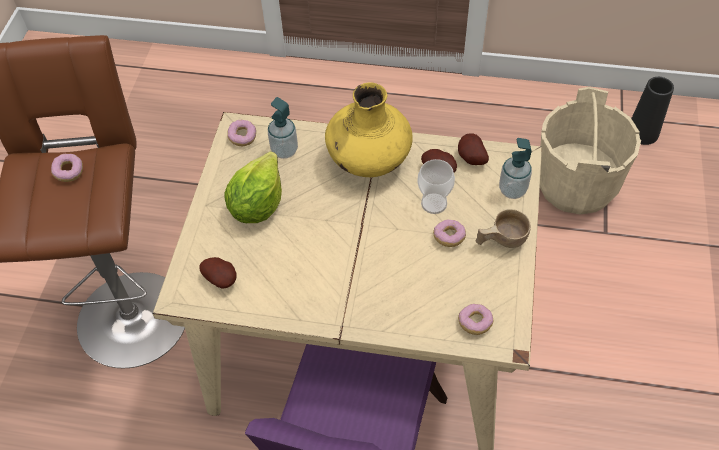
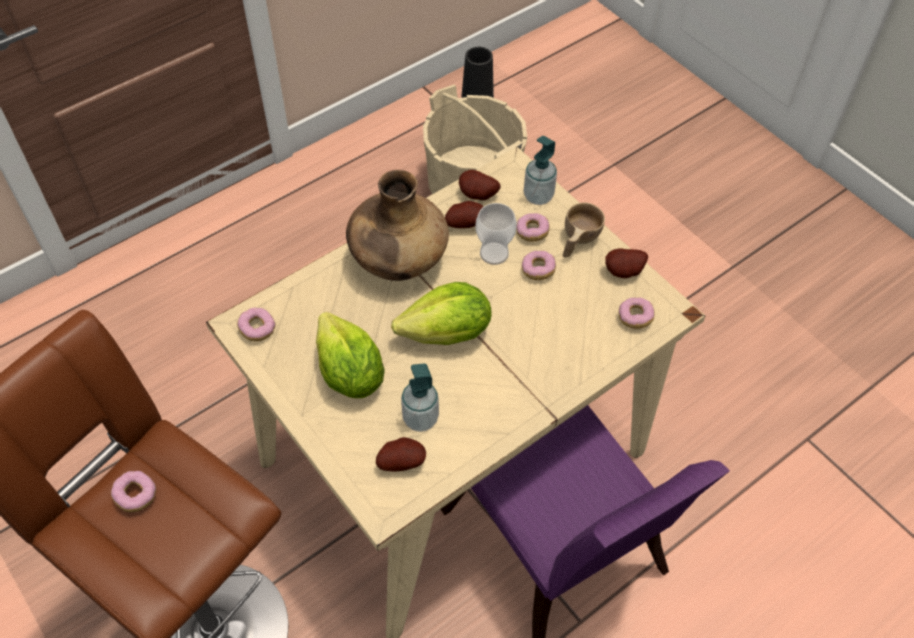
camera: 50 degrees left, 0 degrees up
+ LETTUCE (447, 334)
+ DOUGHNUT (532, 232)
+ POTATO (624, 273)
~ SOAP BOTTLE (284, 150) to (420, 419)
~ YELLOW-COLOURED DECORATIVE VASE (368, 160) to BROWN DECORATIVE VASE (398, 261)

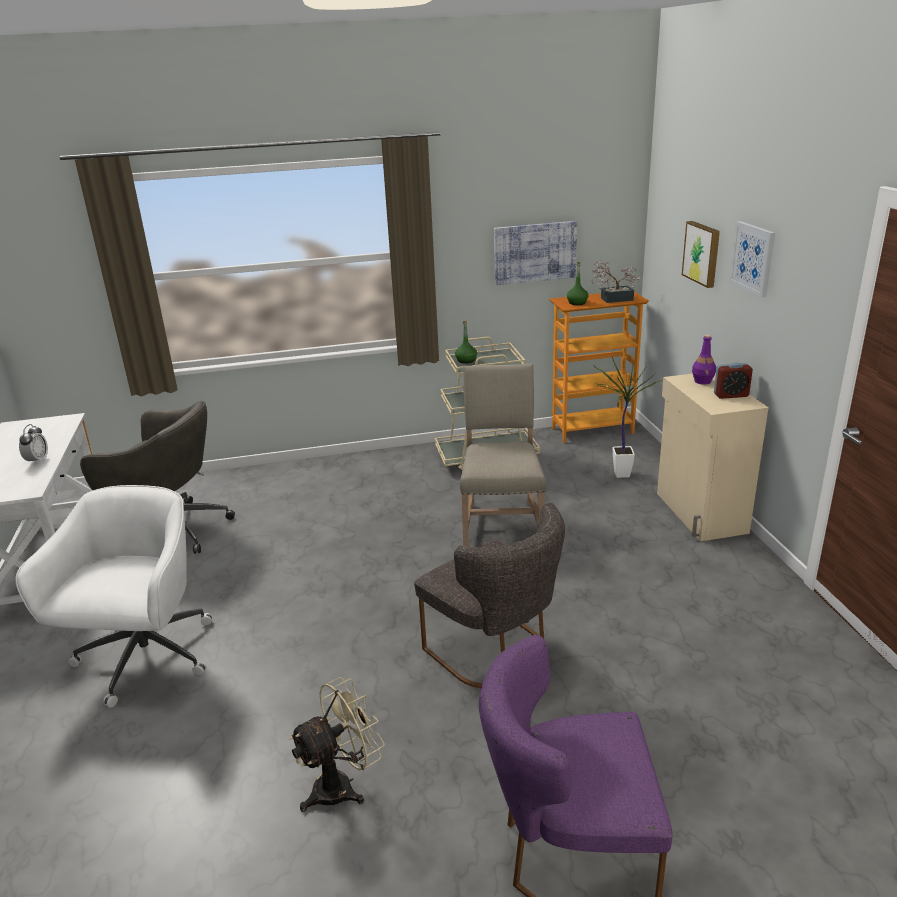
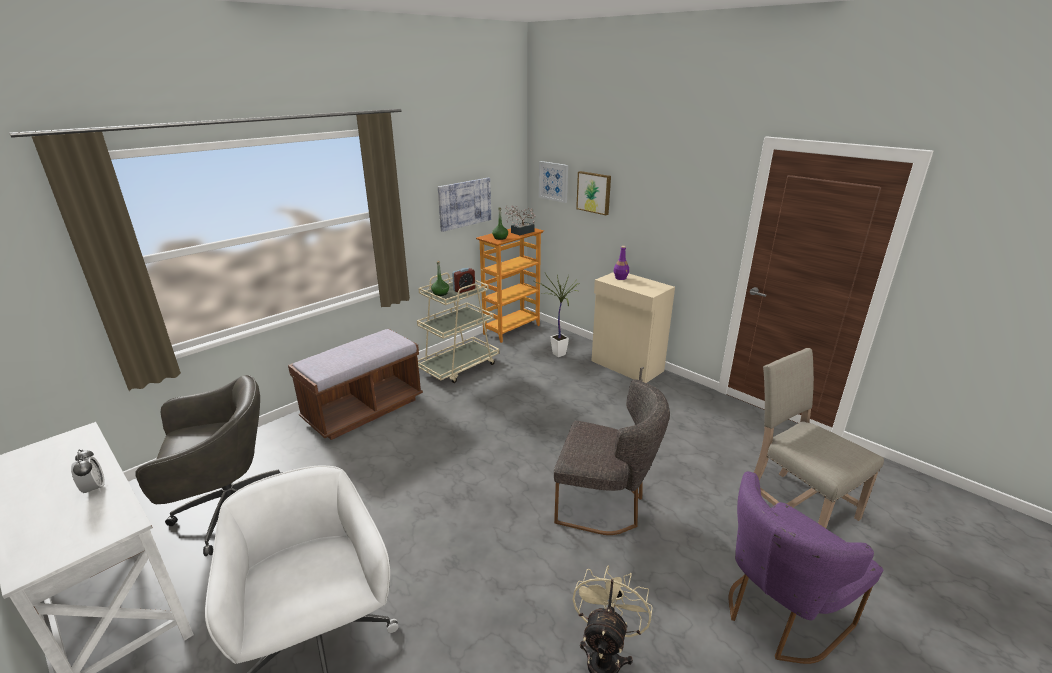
camera: 35 degrees left, 0 degrees up
+ BROWN INDOOR BENCH (364, 410)
~ SAND-COLOURED CHAIR (501, 523) to (795, 506)
~ ALARM CLOCK (731, 395) to (464, 290)
~ WALL ART (753, 258) to (553, 181)

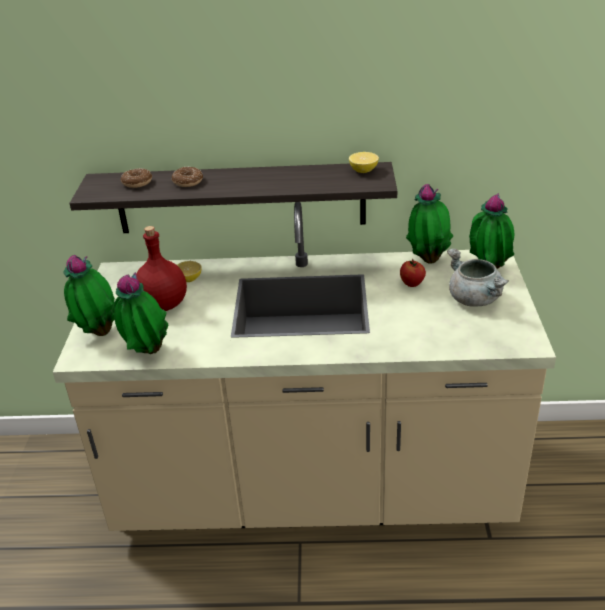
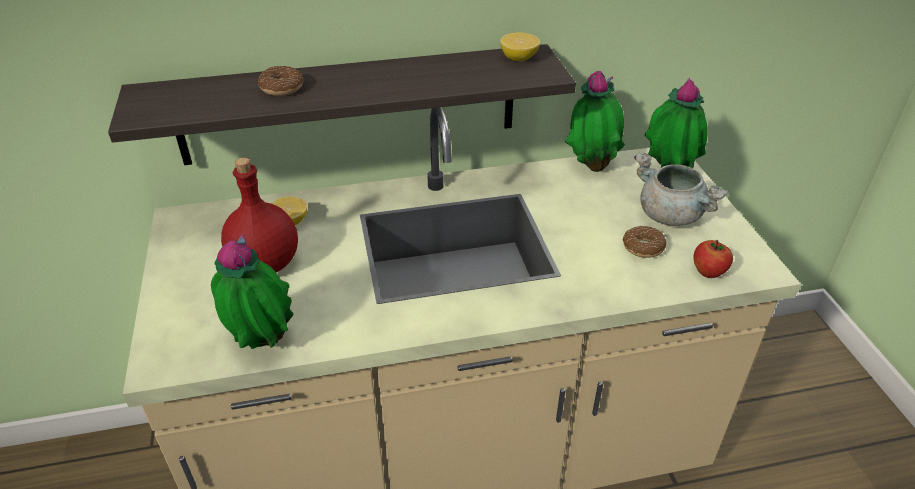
camera: 15 degrees left, 5 degrees up
- HOUSEPLANT (98, 332)
~ DOUGHNUT (137, 183) to (643, 247)
~ WHOLE APPLE (412, 284) to (708, 272)

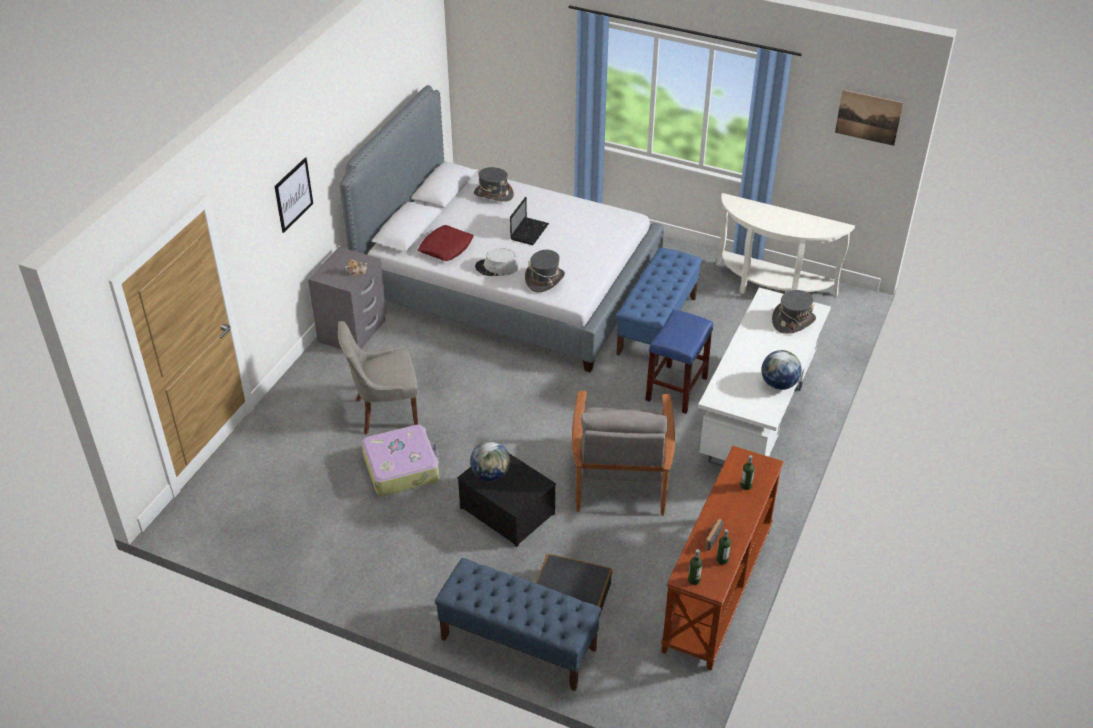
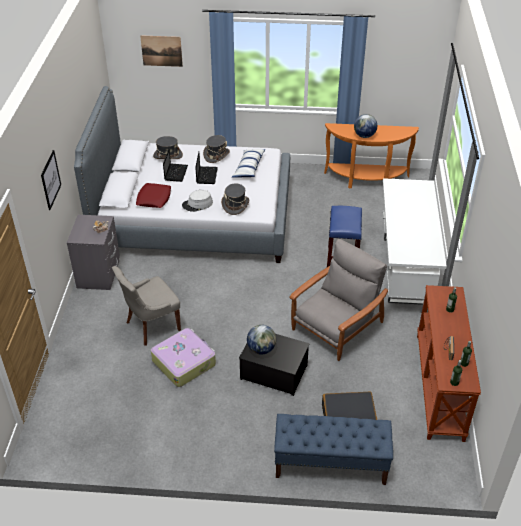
camera: 20 degrees left, 0 degrees up
- BLUE INDOOR BENCH (657, 325)
+ LAPTOP (176, 172)
+ THROW PILLOW (249, 168)
~ WORLD GLOBE (778, 384) to (364, 136)
~ GREY CLOTHING HAT (793, 321) to (216, 155)
~ WALL ART (868, 117) to (161, 51)
~ WHITE HALL TABLE (771, 288) to ORANGE HALL TABLE (366, 180)
~ GREY EASY CHAIR (620, 475) = (336, 326) 120 degrees counterclockwise

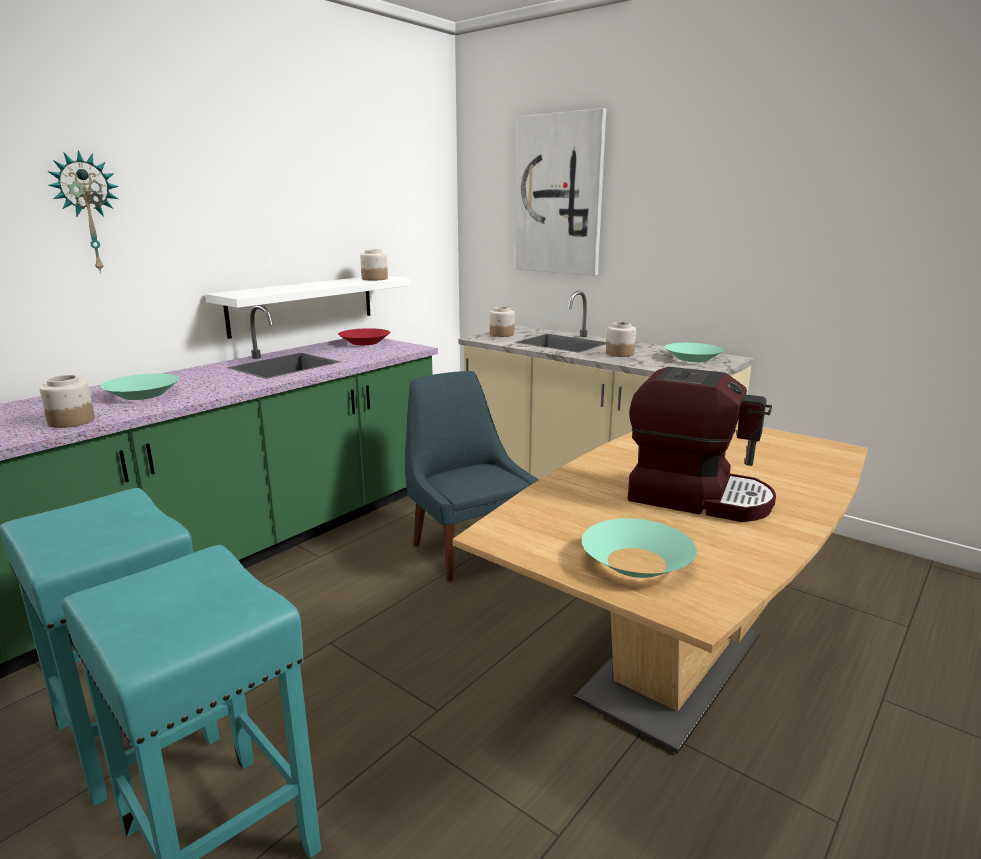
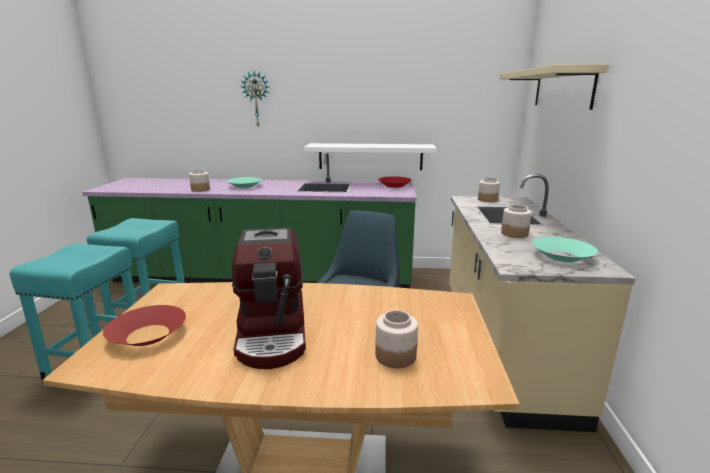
camera: 55 degrees right, 0 degrees up
~ STORAGE JAR (374, 279) to (395, 356)
~ WALL ART (559, 195) to SAND-COLOURED SHELF (562, 88)
~ TURQUOISE SERVING BOWL (637, 562) to RED-COLOURED SERVING BOWL (148, 335)

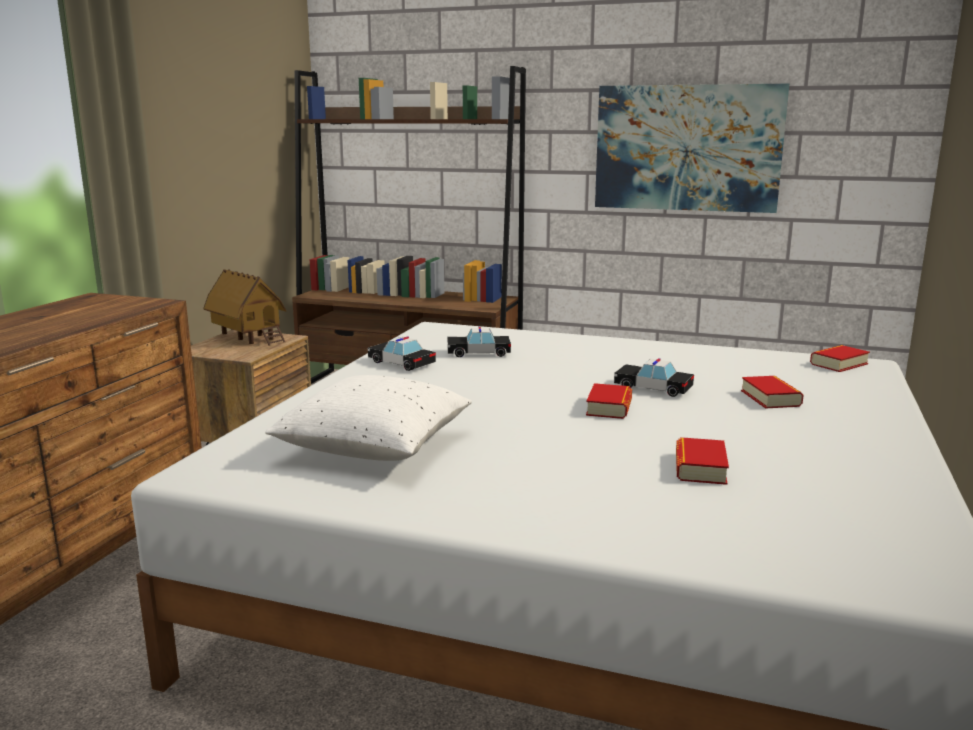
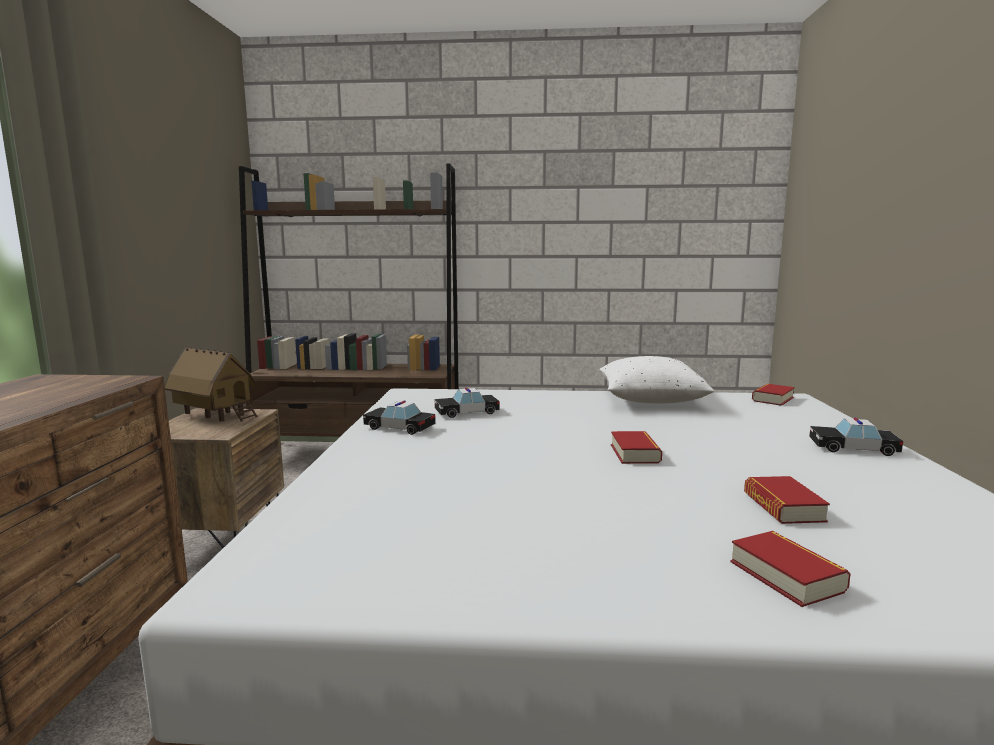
camera: 15 degrees left, 5 degrees down
- WALL ART (687, 148)
~ WHITE THROW PILLOW (375, 447) to (651, 400)
~ MINIATURE CAR (653, 388) to (853, 448)
~ BOOK (770, 398) to (786, 576)

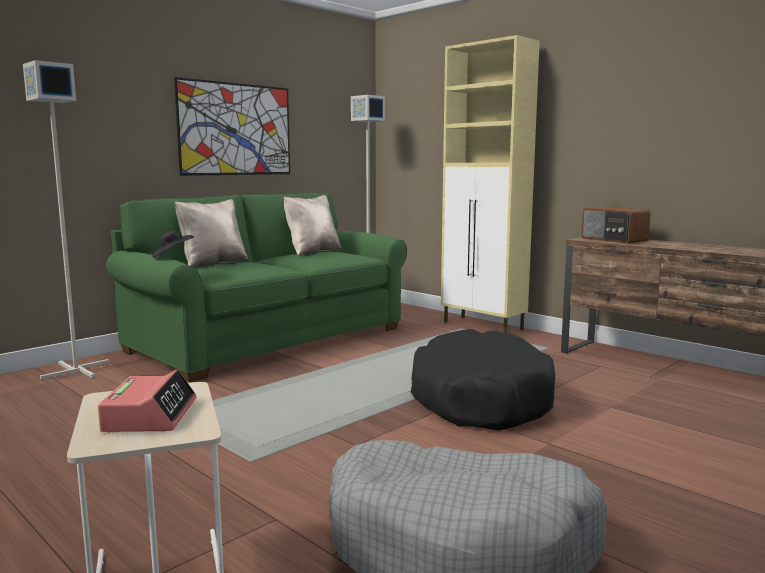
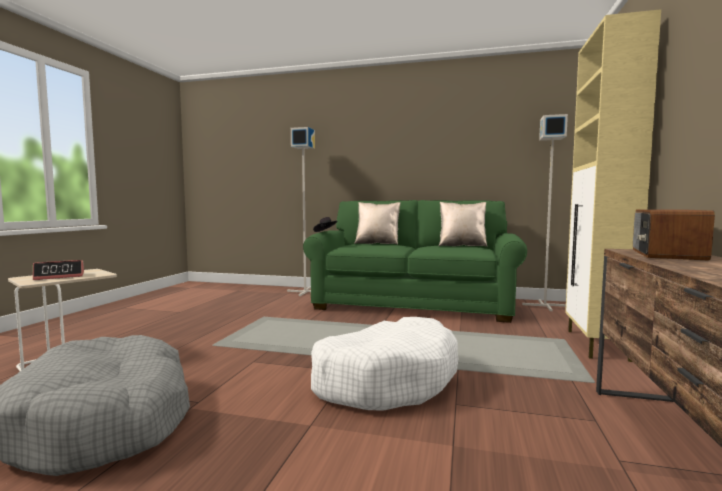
camera: 60 degrees right, 5 degrees down
- WALL ART (236, 129)
~ BLACK-COLOURED DOG BED (479, 399) to WHITE DOG BED (385, 379)

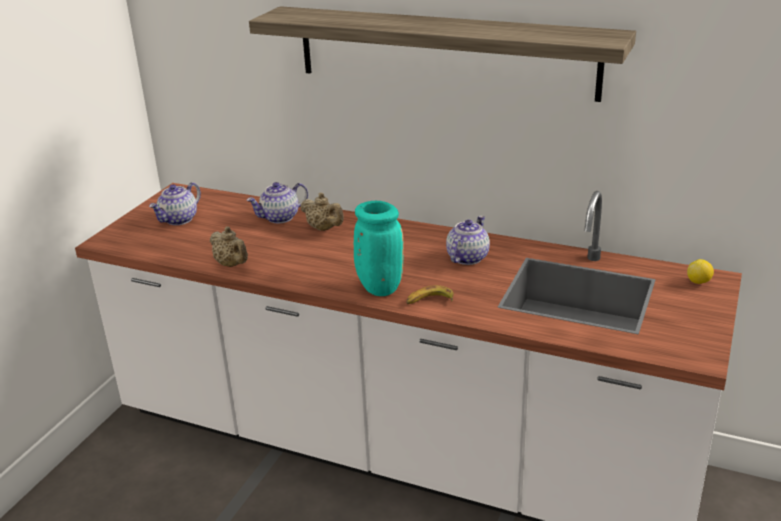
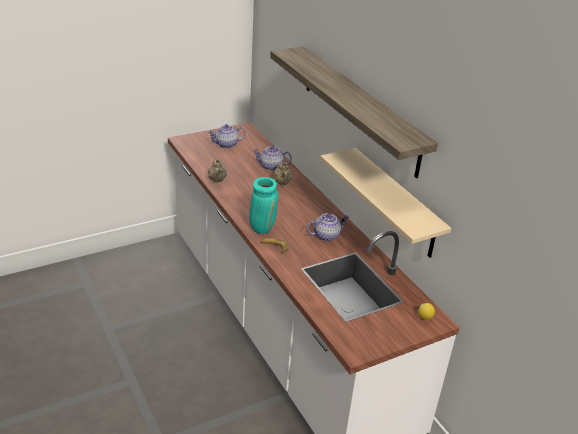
camera: 35 degrees right, 5 degrees up
+ SAND-COLOURED SHELF (396, 204)

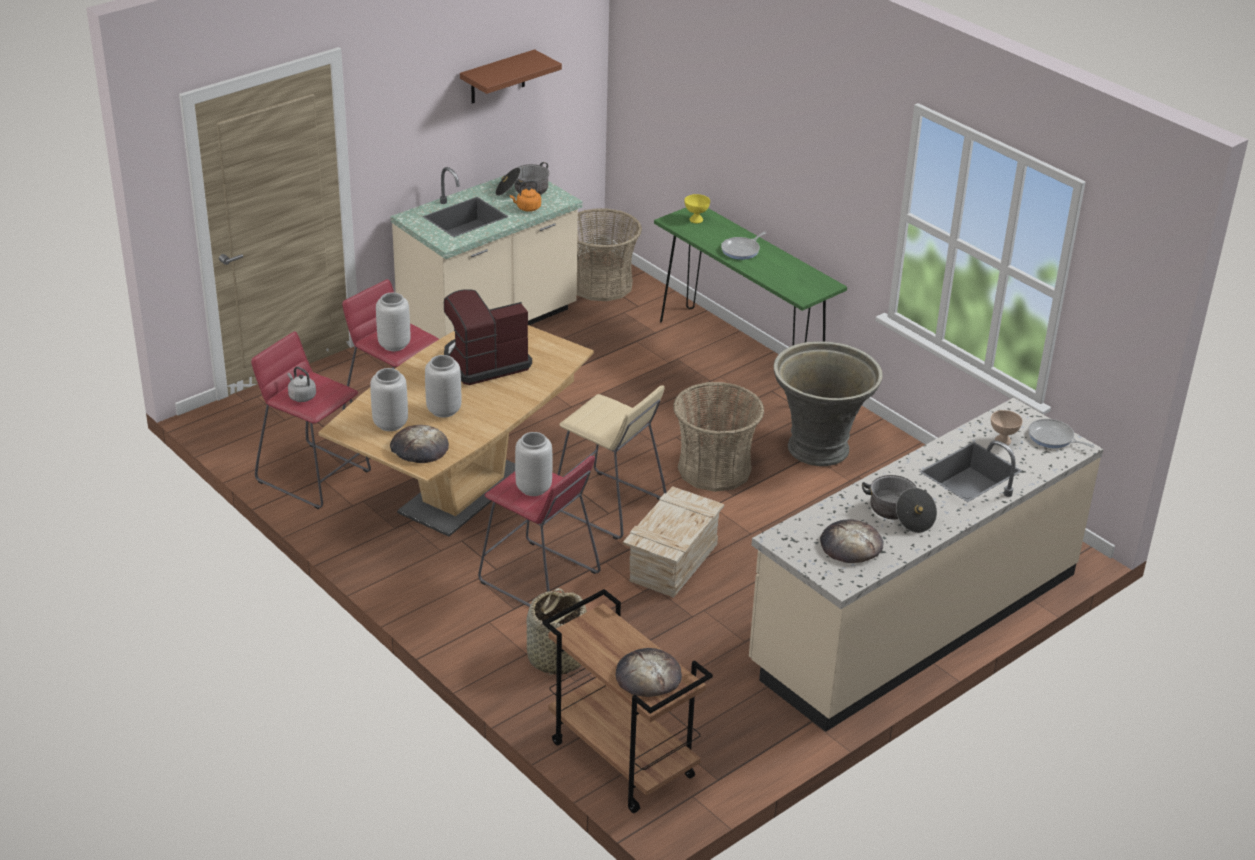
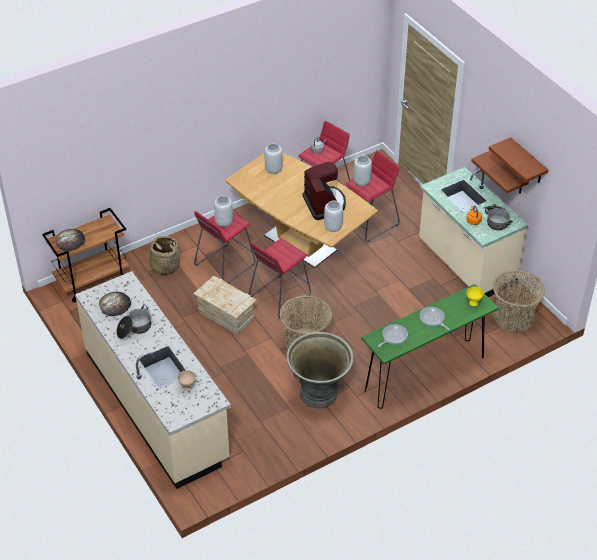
camera: 100 degrees right, 10 degrees up
- BAKED BREAD (419, 448)
+ BROWN SHELF (509, 173)
~ GREY DECORATIVE VASE (443, 410) to (333, 227)
~ PAN (1053, 438) to (393, 337)
~ SAND-COLOURED STOOL SEAT (608, 505) to RED-COLOURED STOOL SEAT (279, 296)

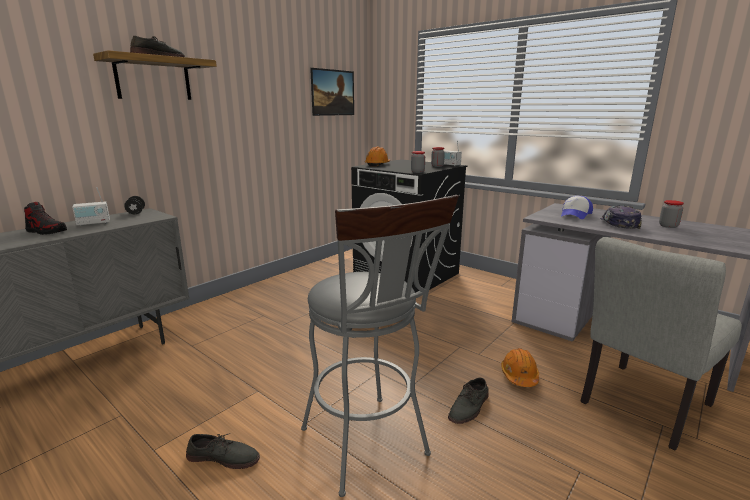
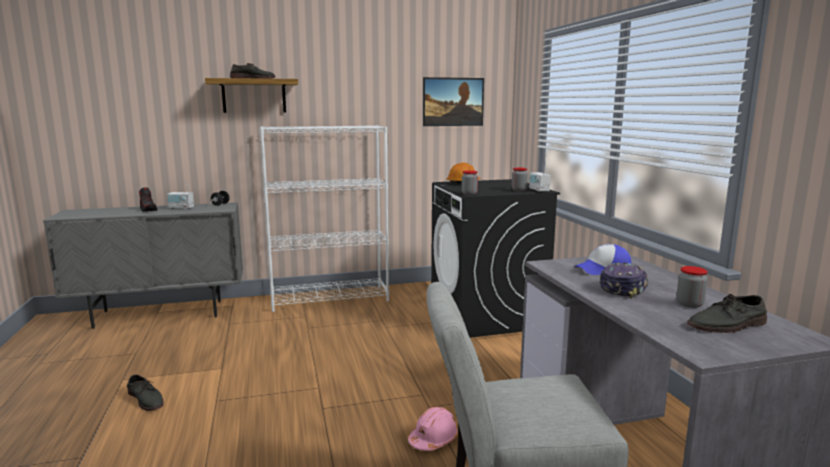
camera: 35 degrees right, 5 degrees down
- GREY STOOL SEAT (369, 448)
+ WHITE BOOKSHELF (330, 298)
~ GREY SHOE (469, 407) to (727, 325)
~ ORANGE SAFETY HELMET (519, 375) to PINK SAFETY HELMET (434, 439)

